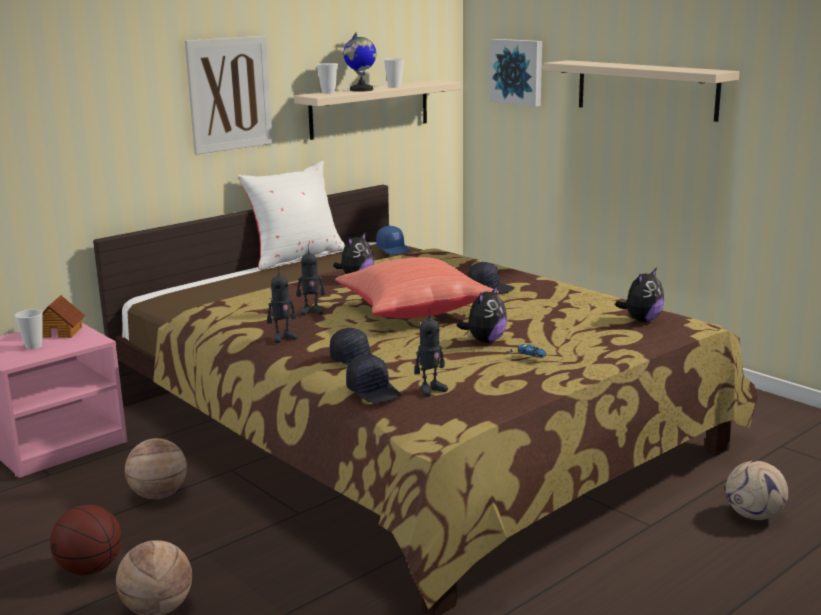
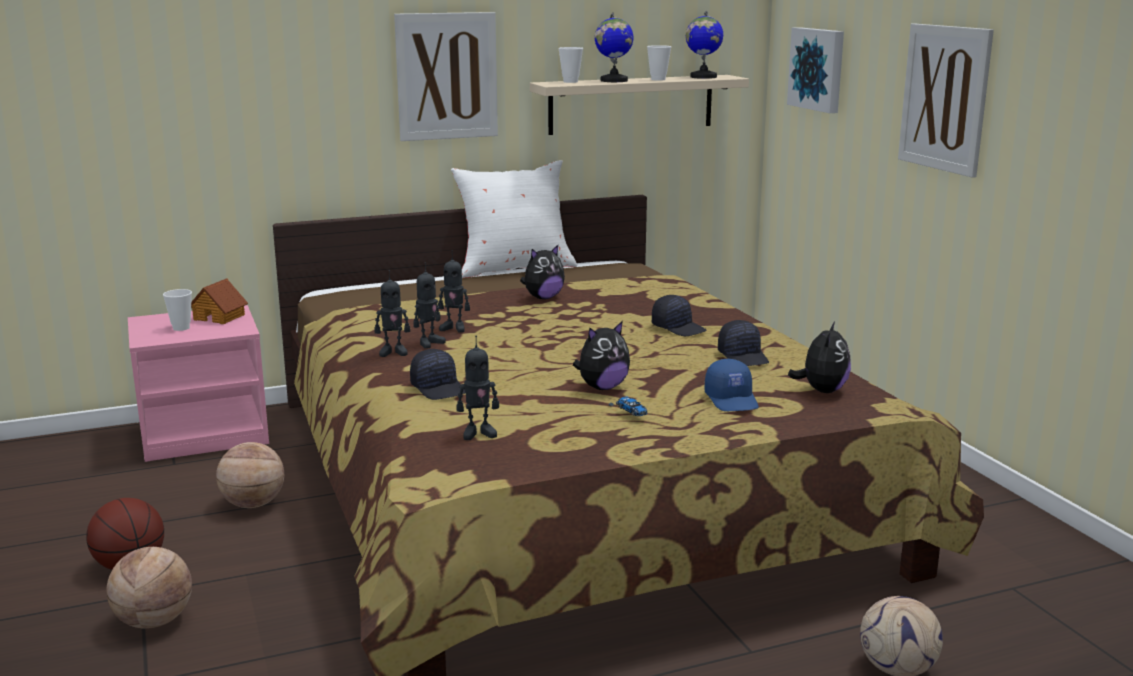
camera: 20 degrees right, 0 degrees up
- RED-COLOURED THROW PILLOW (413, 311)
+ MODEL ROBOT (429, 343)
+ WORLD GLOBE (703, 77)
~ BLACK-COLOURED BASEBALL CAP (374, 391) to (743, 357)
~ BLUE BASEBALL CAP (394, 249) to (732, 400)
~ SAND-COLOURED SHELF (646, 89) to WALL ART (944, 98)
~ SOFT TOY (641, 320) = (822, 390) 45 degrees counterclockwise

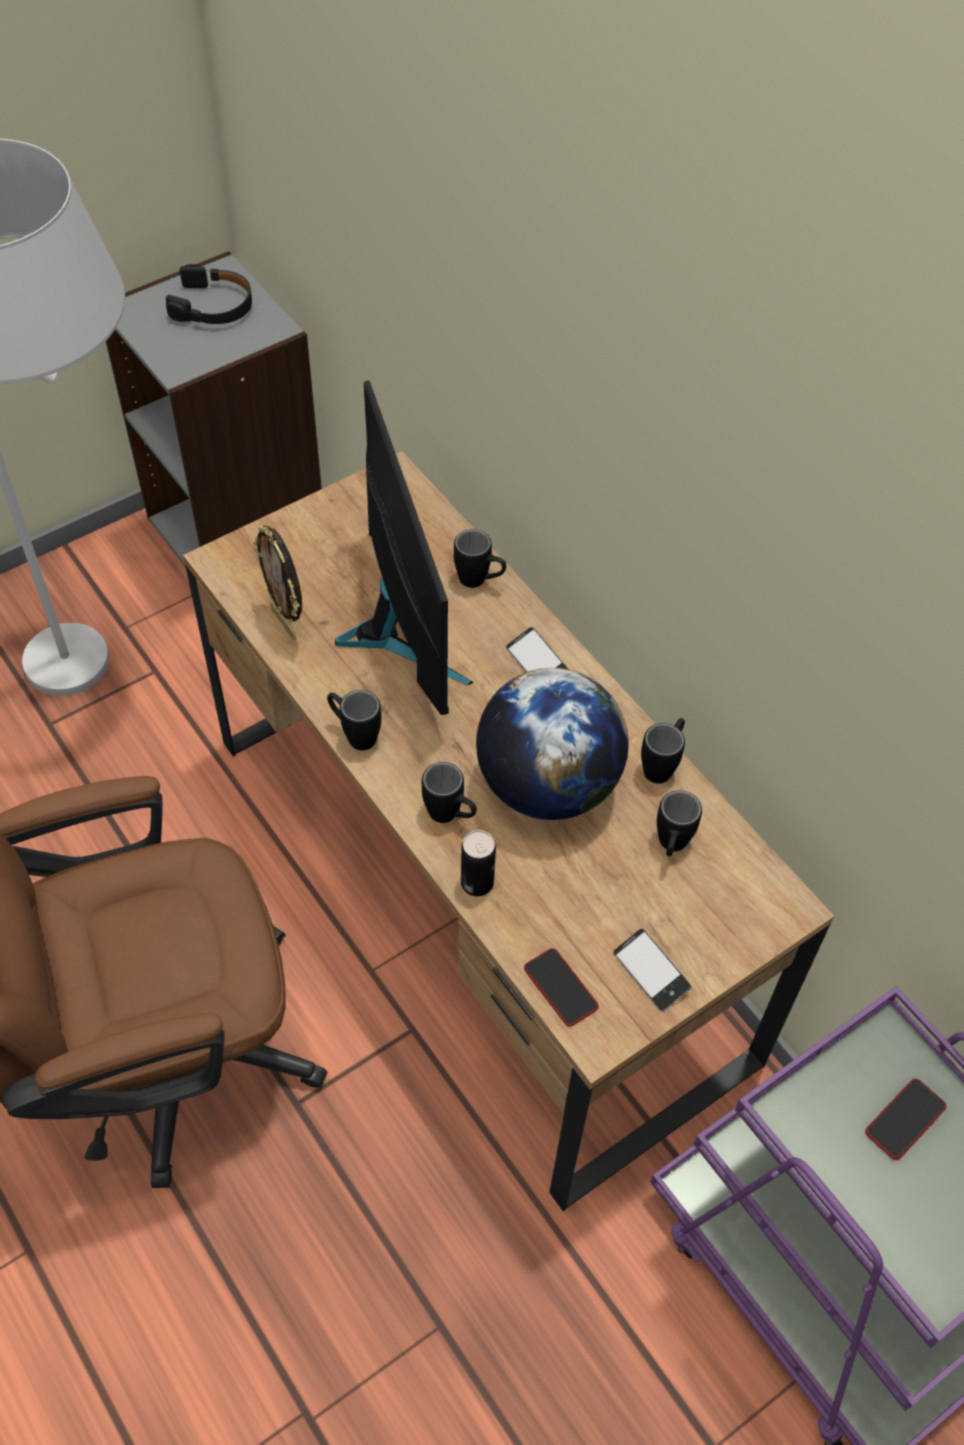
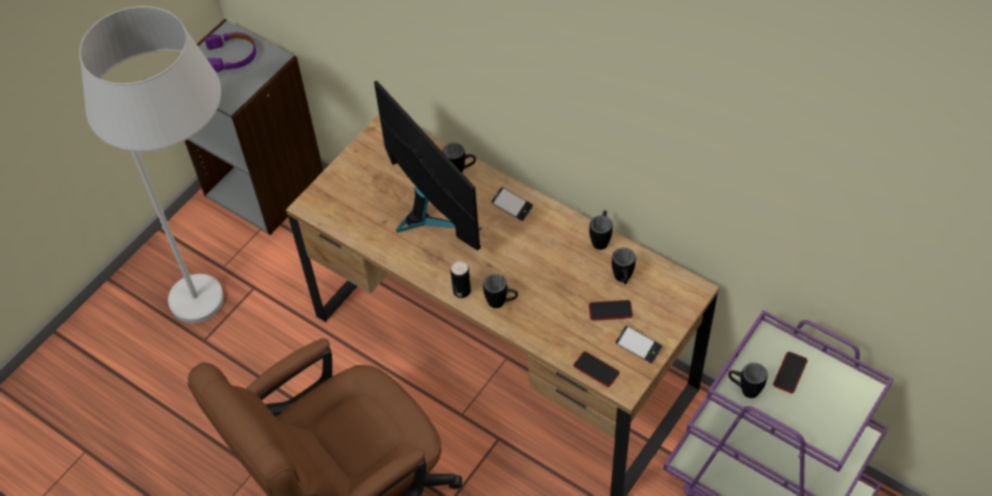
camera: 15 degrees left, 0 degrees up
- PHOTO FRAME (285, 623)
- WORLD GLOBE (547, 784)
+ HANDSET (610, 311)
~ BLACK-COLOURED TEA MUG (354, 734) to (744, 389)
~ SEALED CAN (477, 882) to (462, 291)
~ BLACK-COLOURED HEADSET (213, 306) to PURPLISH HEADSET (232, 56)

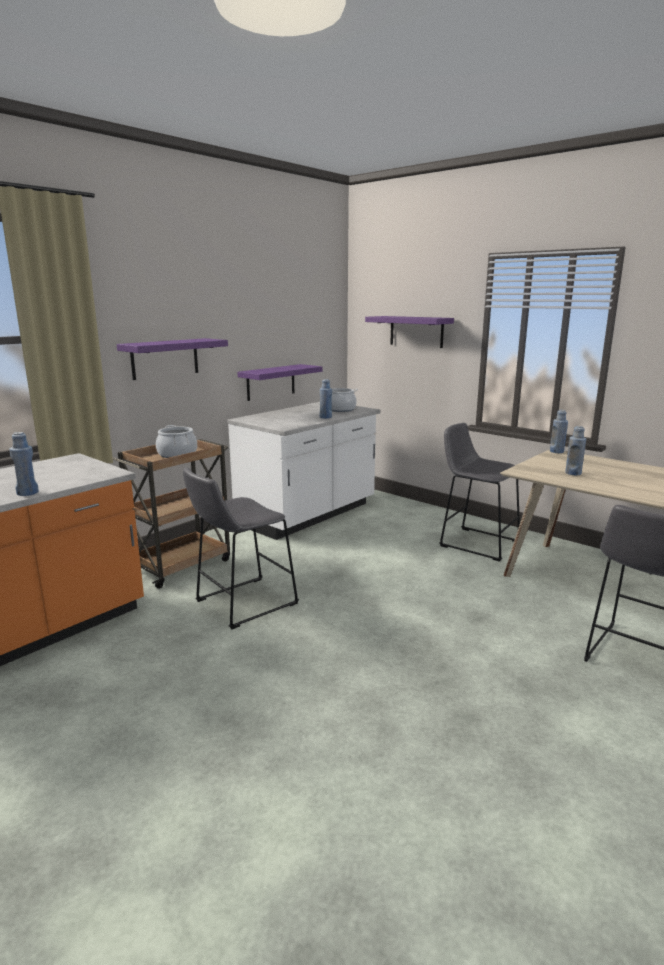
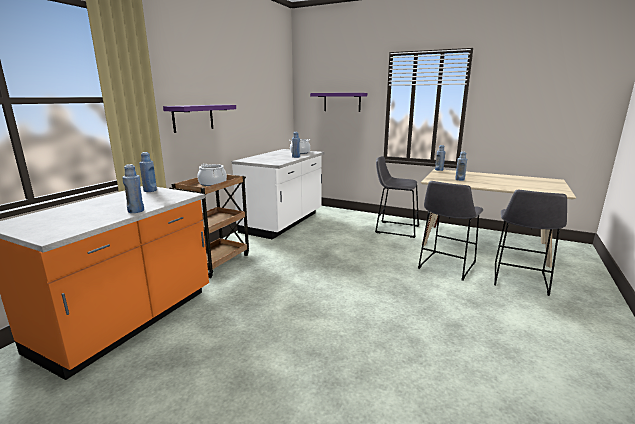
camera: 15 degrees left, 0 degrees up
- PURPLISH SHELF (271, 382)
+ BLUE BEVERAGE BOTTLE (150, 190)
~ GREY STOOL SEAT (241, 604) to (445, 266)

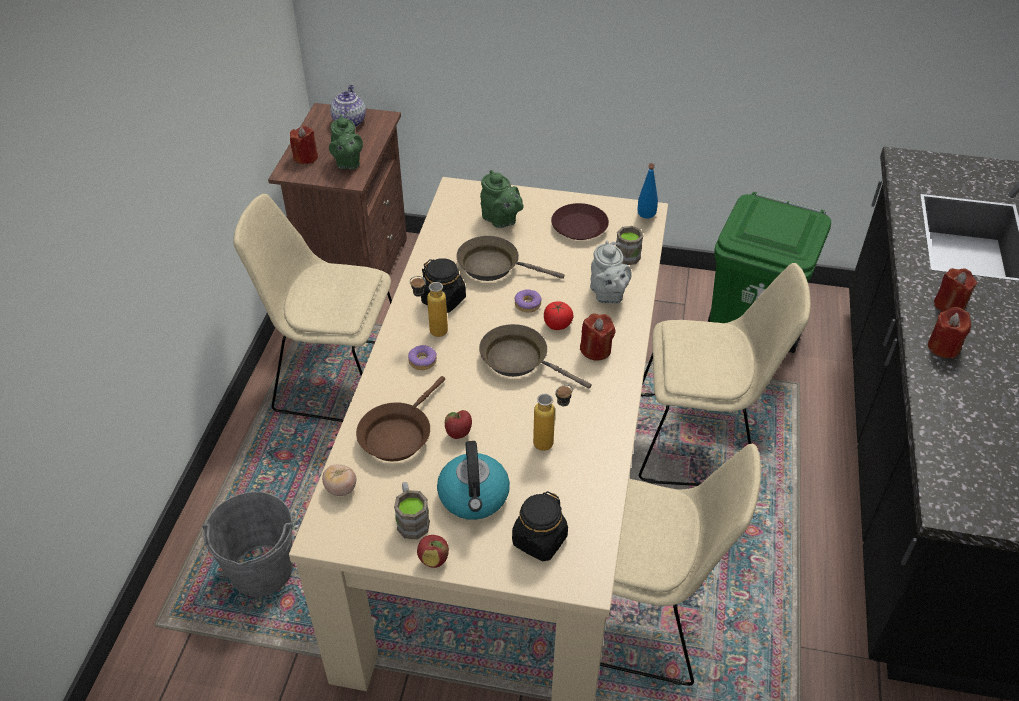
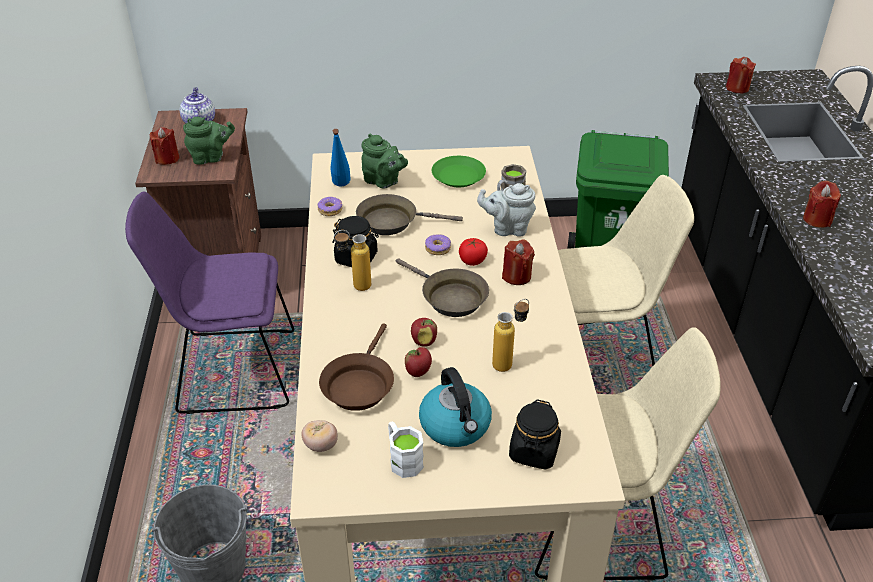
camera: 15 degrees left, 5 degrees down
~ DOUGHNUT (422, 361) to (330, 210)
~ WHOLE APPLE (434, 560) to (424, 342)
~ BLUE BEVERAGE BOTTLE (645, 220) to (341, 188)
~ RED-COLOURED WAX CANDLE (949, 305) to (737, 88)
~ SAND-COLOURED CHAIR (336, 378) to PURPLISH CHAIR (232, 371)
~ BROWN TEA MUG (411, 519) to WHITE TEA MUG (403, 459)
~ BROWN PLATE (579, 226) to GREEN-COLOURED PLATE (458, 176)
~ GREEN-COLOURED TEAPOT (347, 163) = (211, 158) 75 degrees counterclockwise
~ BROWN PAN (519, 360) = (450, 297) 150 degrees counterclockwise
~ GREY TEAPOT (607, 295) = (508, 228) 120 degrees clockwise

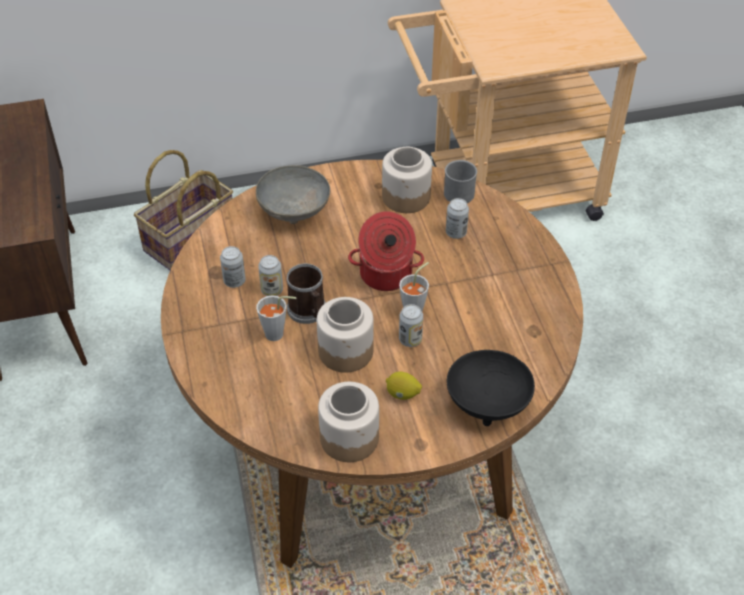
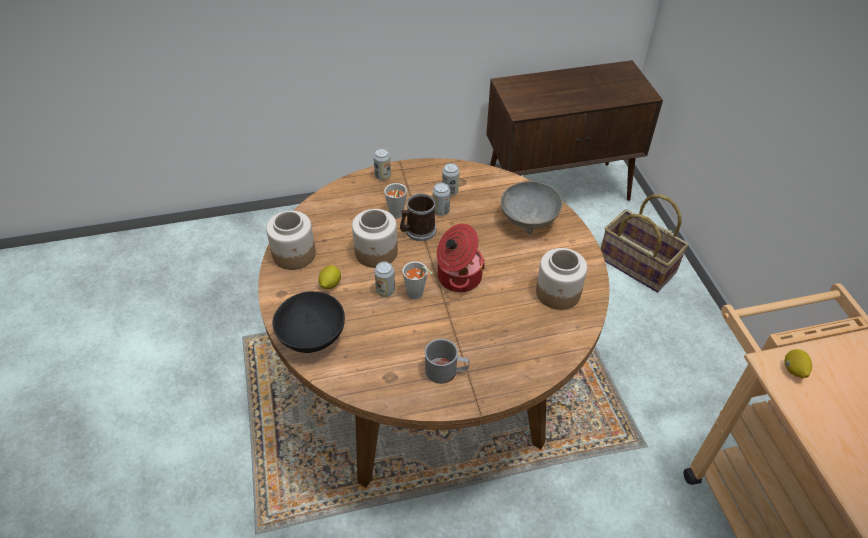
camera: 90 degrees right, 0 degrees up
+ LEMON (793, 370)
~ GREY TEA MUG (459, 190) to (446, 371)
~ SEALED CAN (456, 233) to (382, 176)

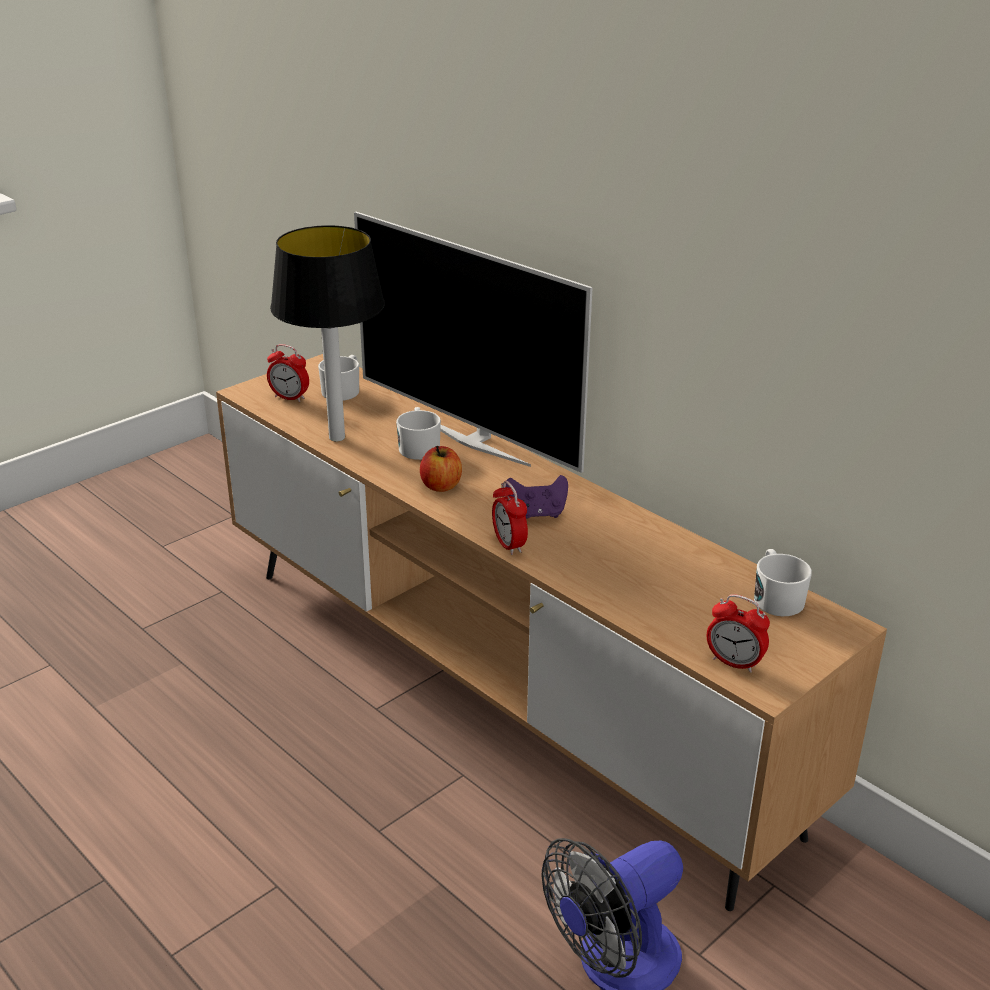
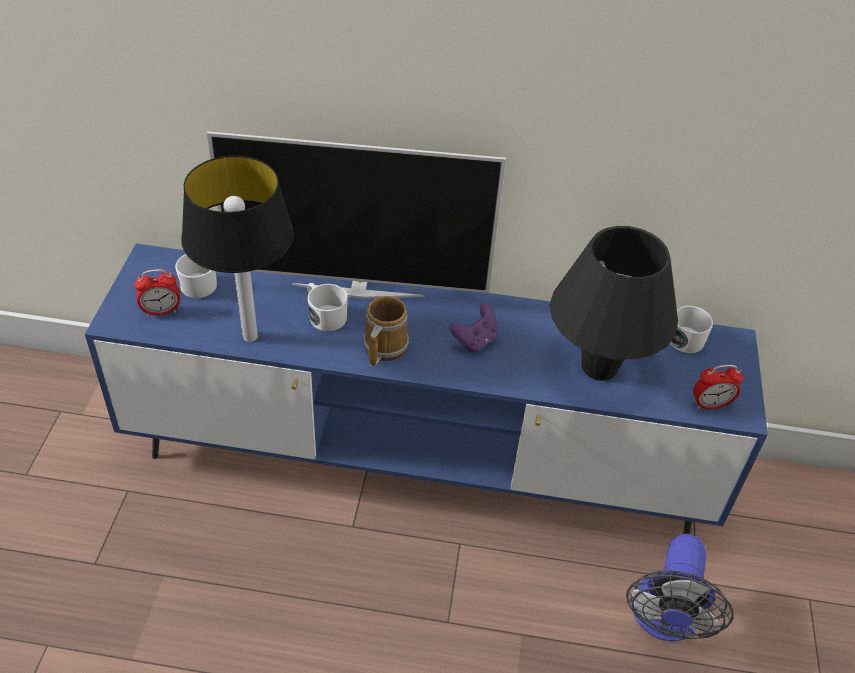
camera: 40 degrees left, 15 degrees up
- ALARM CLOCK (509, 545)
+ BLACK-COLOURED LAMP FOR A TABLE (599, 367)
~ WHOLE APPLE (441, 486) to TEA MUG (383, 347)
~ BROWN TV STAND (496, 690) to BLUE TV STAND (419, 463)

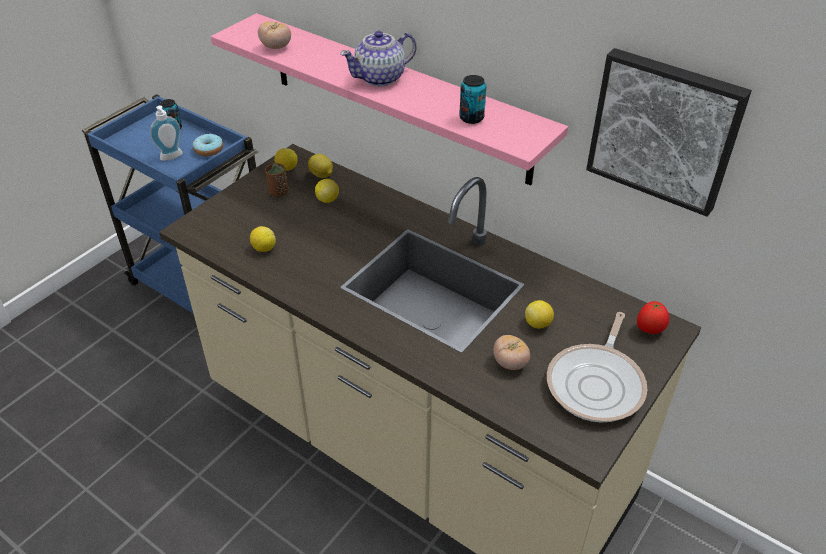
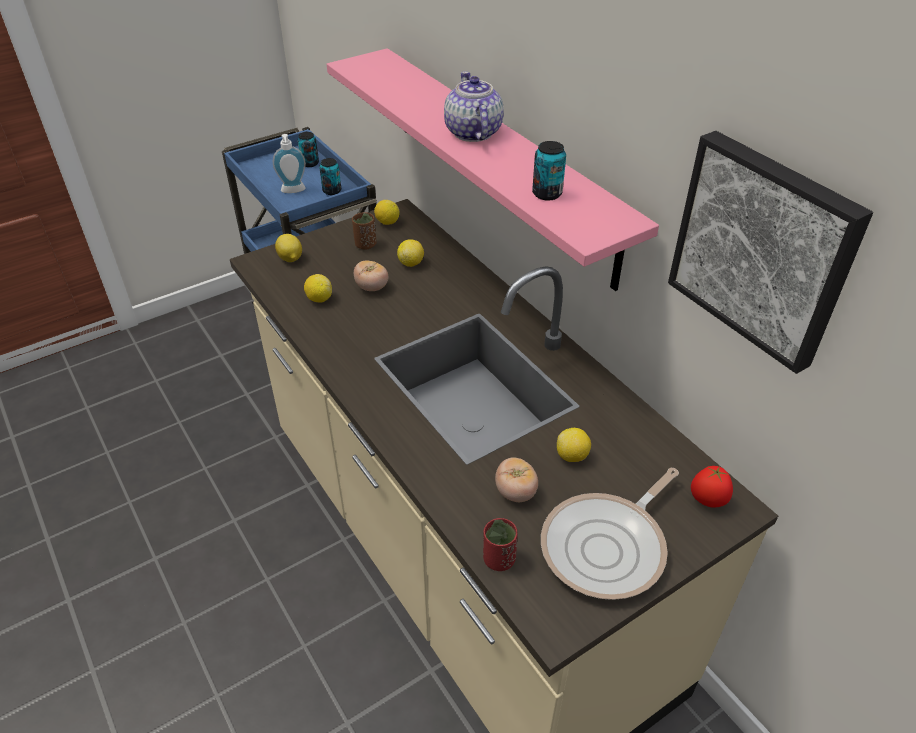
camera: 20 degrees right, 0 degrees up
+ RED-COLOURED DRINKING CUP (499, 559)
~ FRESH TOMATO (276, 47) to (372, 287)
~ LEMON (321, 175) to (290, 259)
~ DOUGHNUT (209, 150) to SEALED CAN (332, 191)
~ TEAPOT (380, 78) = (472, 133) 90 degrees clockwise

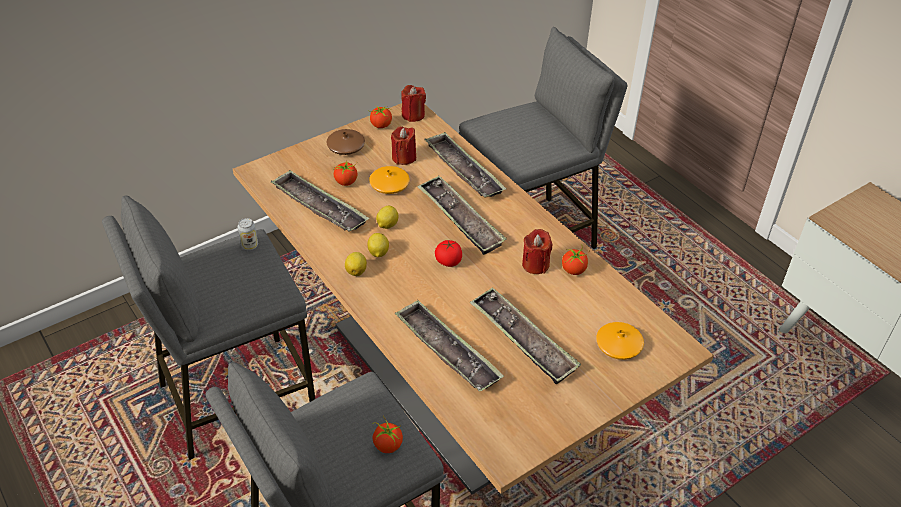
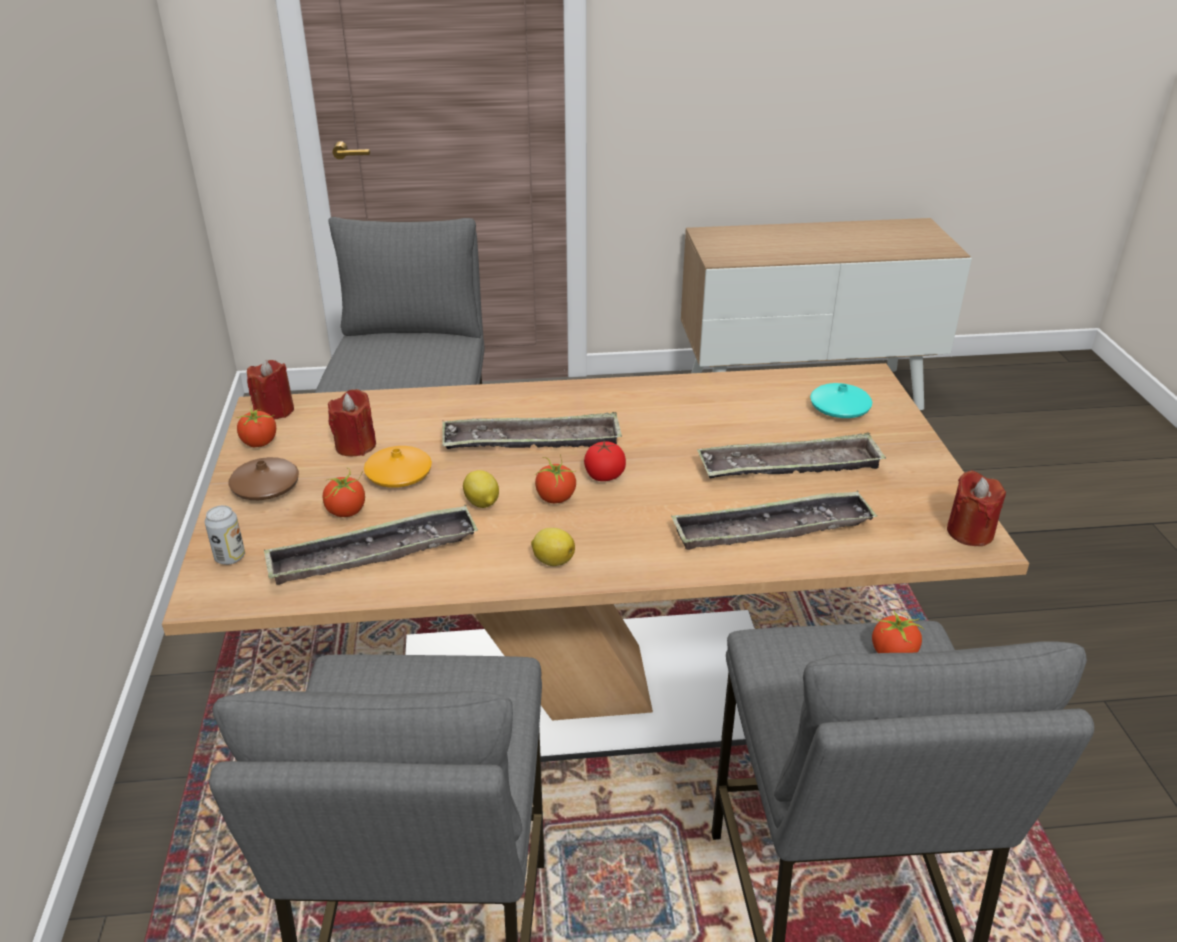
camera: 60 degrees left, 10 degrees down
- LEMON (378, 253)
- CARRYING TRAY (463, 170)
~ SEALED CAN (249, 245) to (230, 557)
~ RED-COLOURED WAX CANDLE (535, 264) to (970, 532)
~ FRESH TOMATO (573, 270) to (555, 498)
~ ORANGE DECORATIVE VASE (618, 345) to TURQUOISE DECORATIVE VASE (839, 409)

